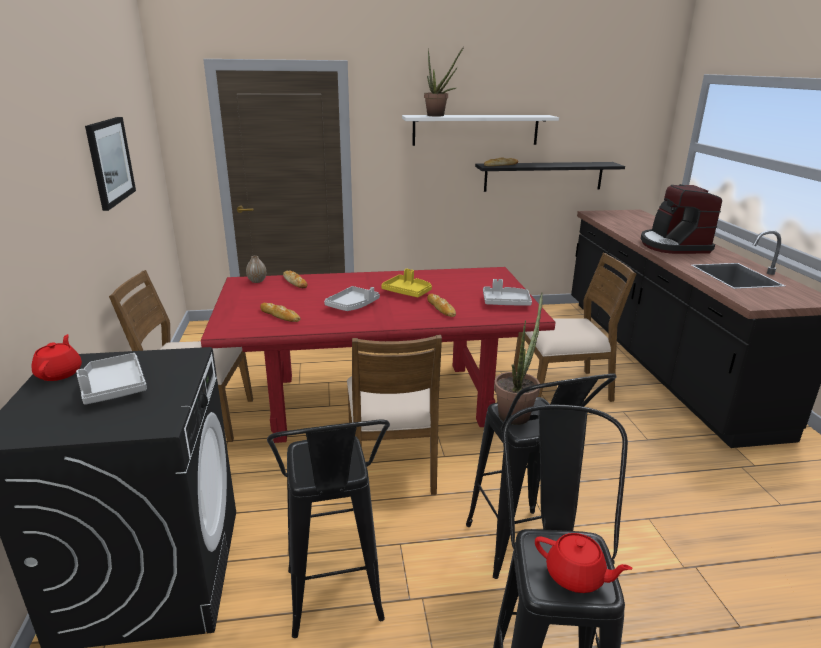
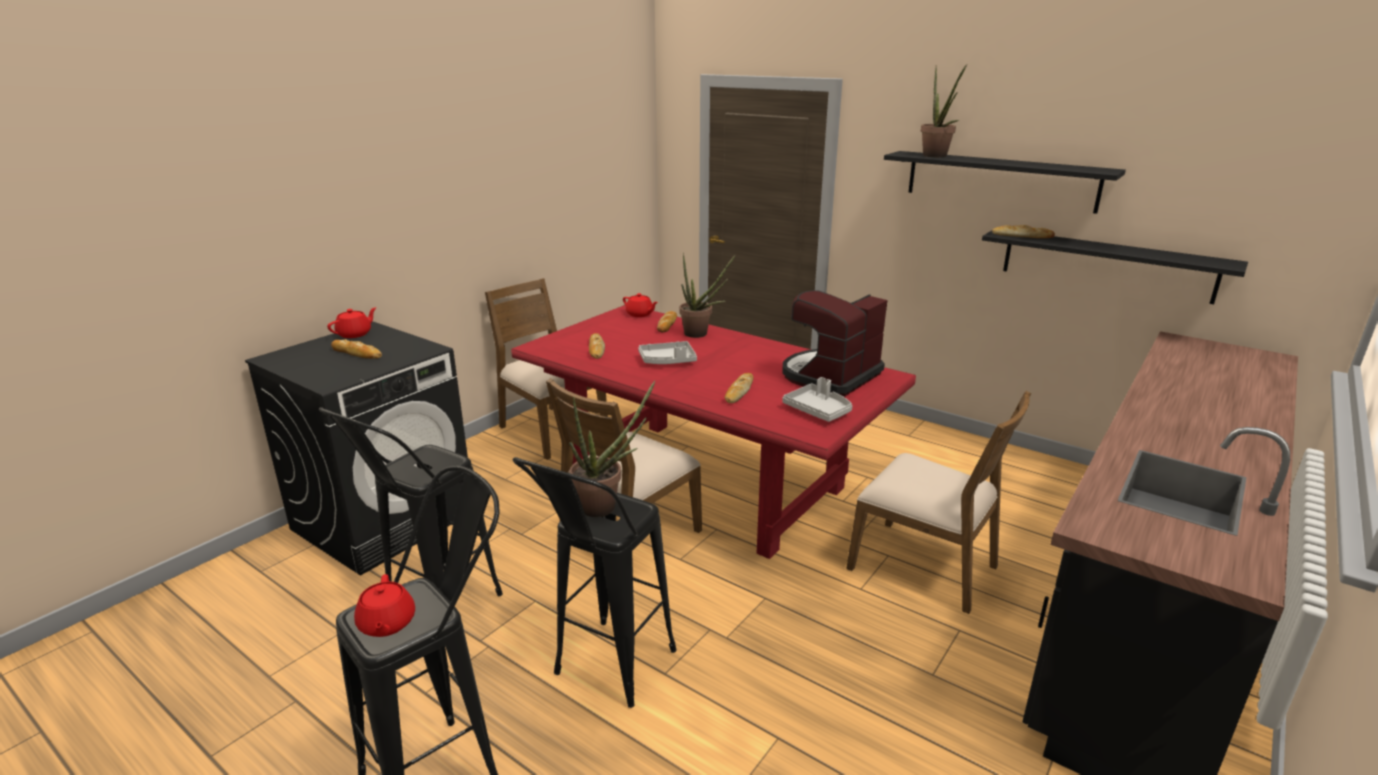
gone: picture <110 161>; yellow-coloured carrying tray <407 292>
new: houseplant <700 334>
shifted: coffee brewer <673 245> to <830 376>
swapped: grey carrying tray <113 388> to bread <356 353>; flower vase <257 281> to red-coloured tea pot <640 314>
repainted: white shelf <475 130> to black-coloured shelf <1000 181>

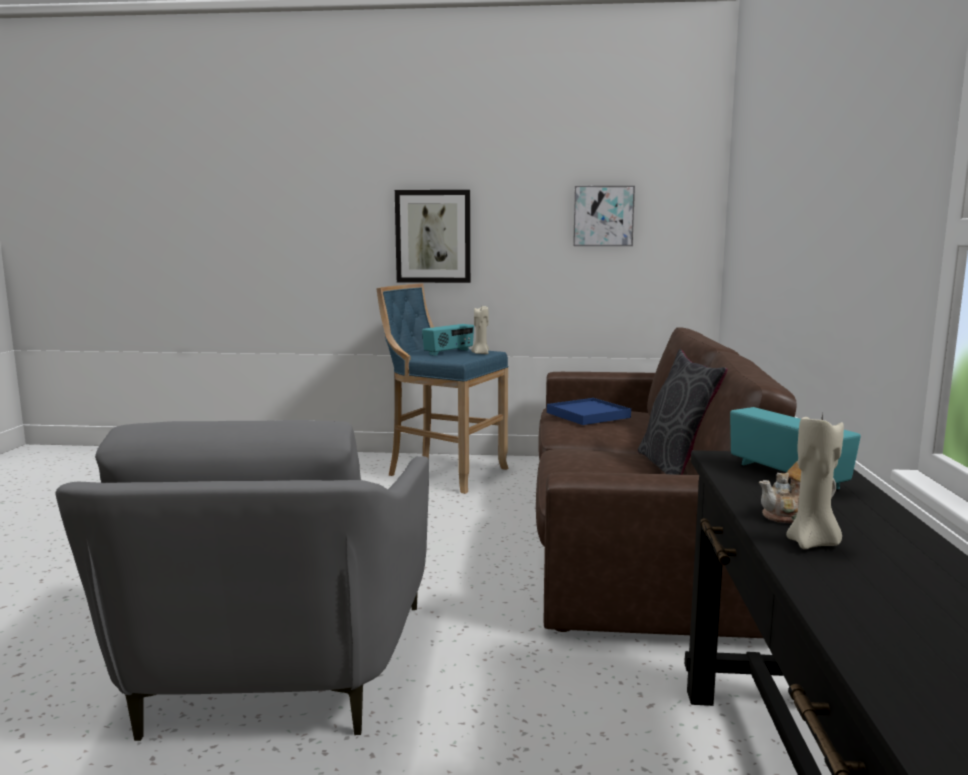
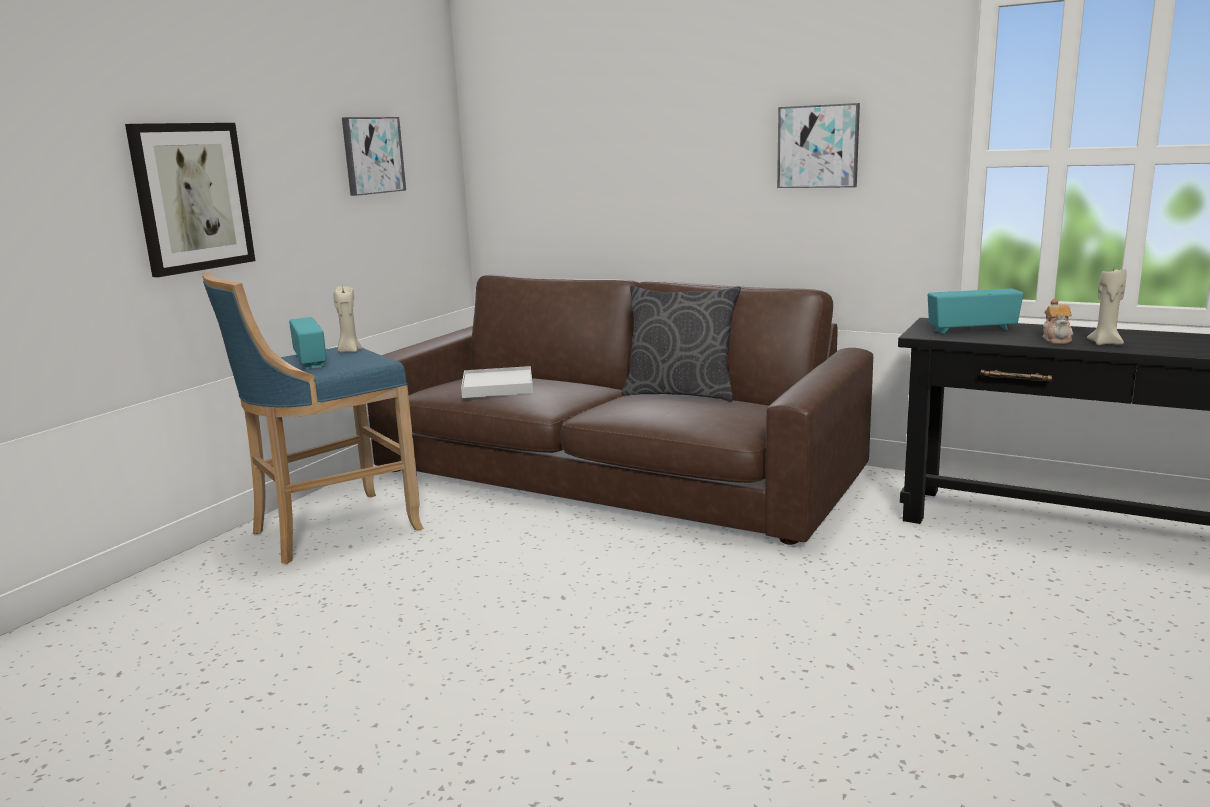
gone: grey armchair <274 671>
new: picture <818 146>
repainted: blue-coloured carrying tray <588 415> to white carrying tray <497 386>

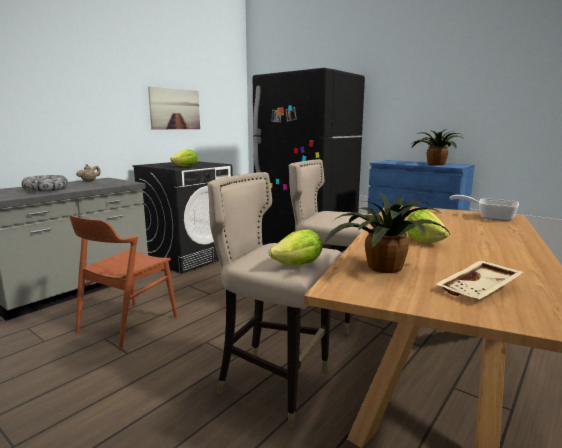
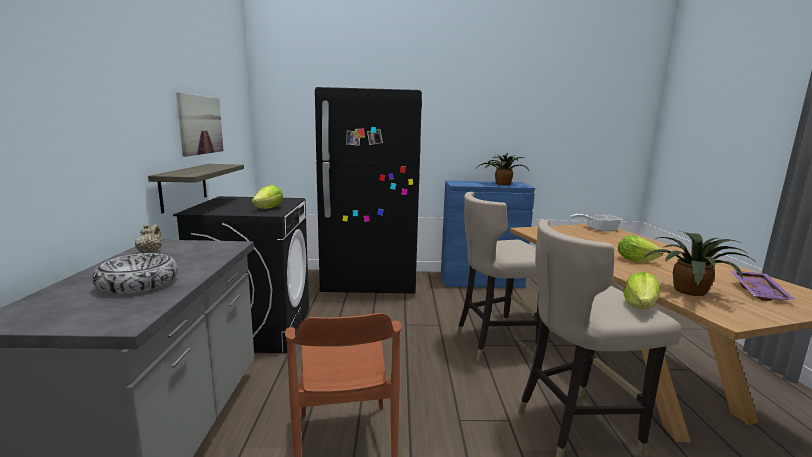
new: shelf <183 186>
repainted: sand-coloured carrying tray <480 290> to purplish carrying tray <760 292>

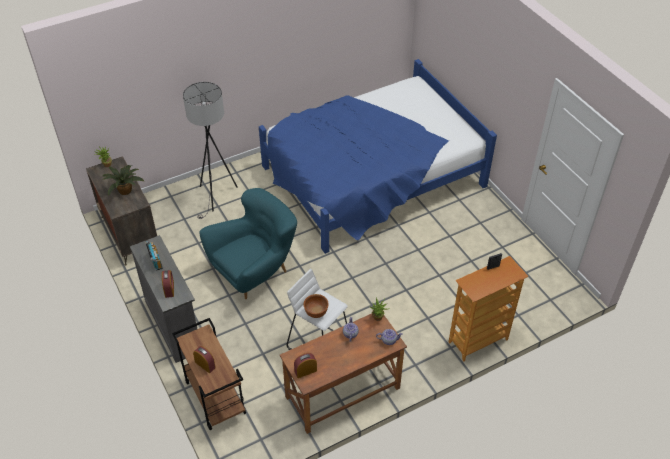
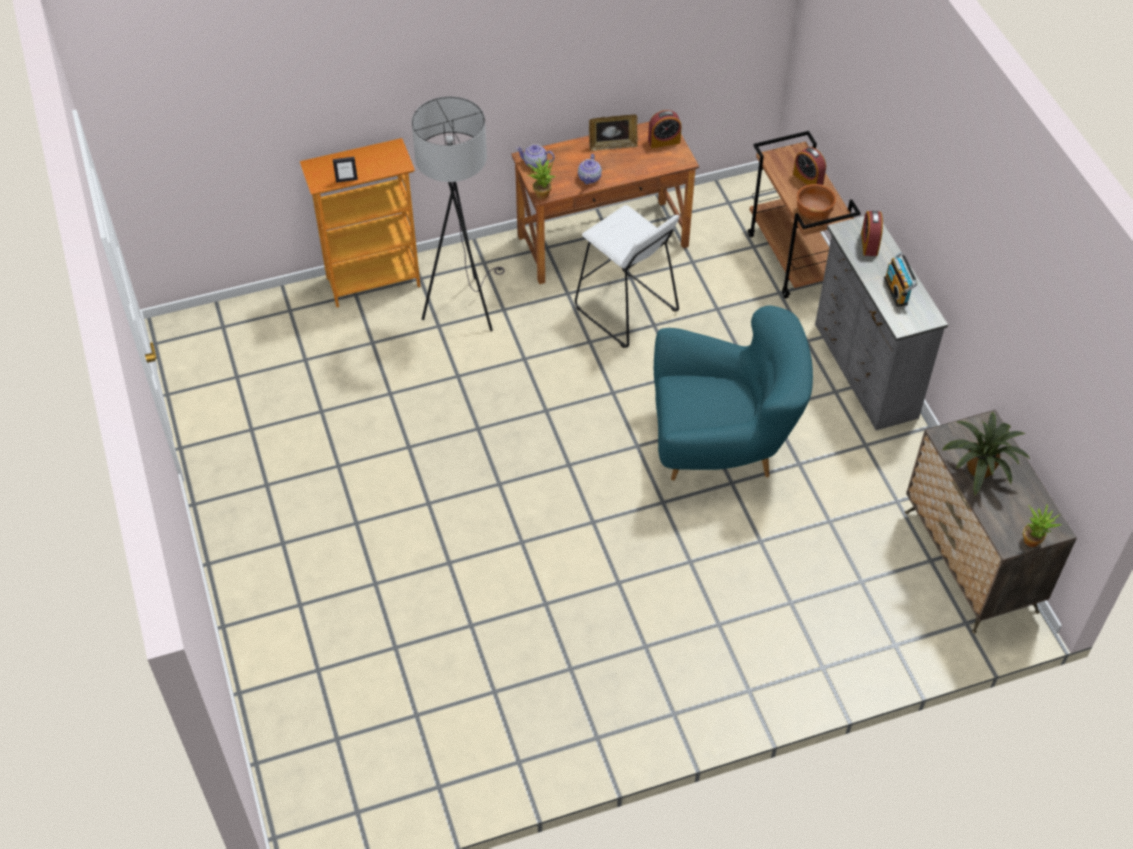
gone: blue-coloured bedroom bed <372 177>
new: photo frame <612 145>
shifted: grey floor lamp <216 197> to <464 304>; brownish bowl <316 313> to <813 213>
rotated: turquoise armchair <255 271> = <721 446> 150 degrees counterclockwise

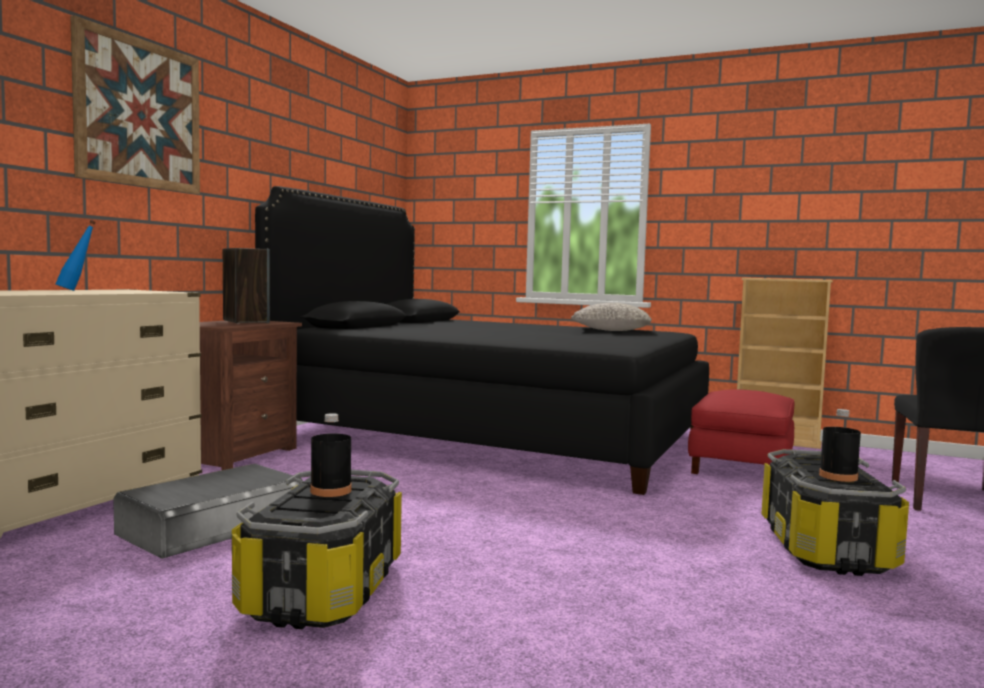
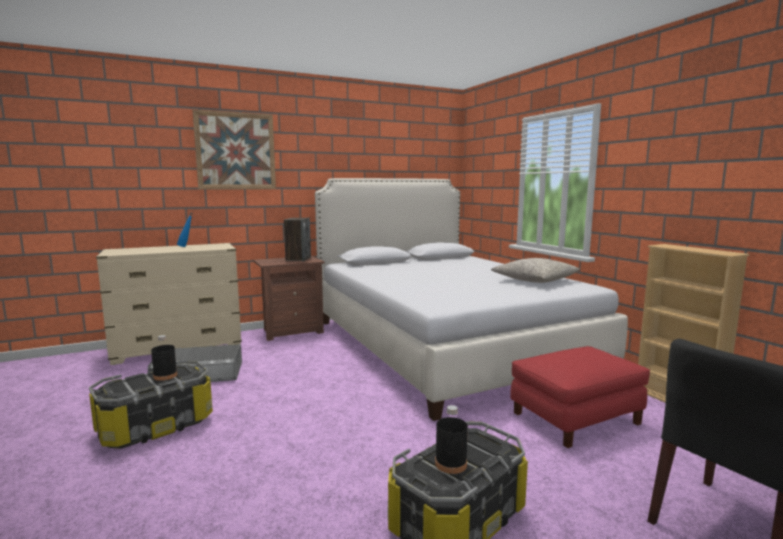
repainted: black-coloured bedroom bed <491 435> to white bedroom bed <445 344>

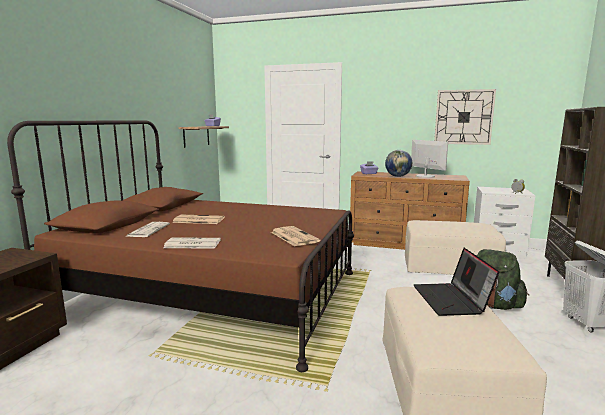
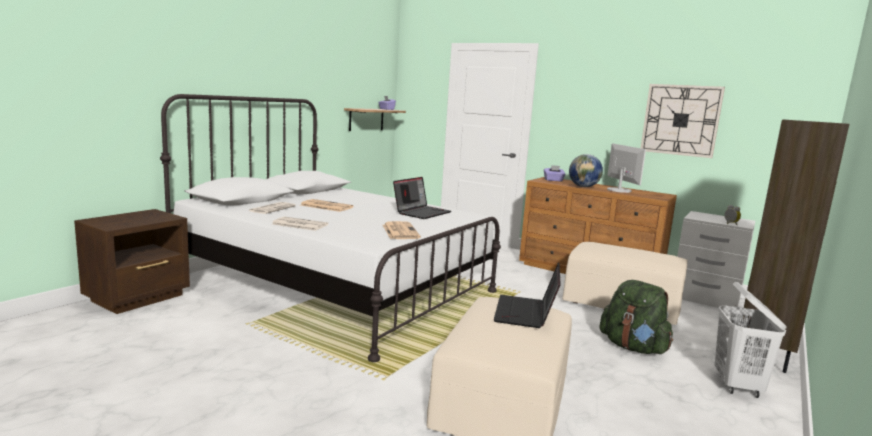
new: notebook computer <422 212>
repainted: brownish bedroom bed <213 293> to white bedroom bed <335 286>

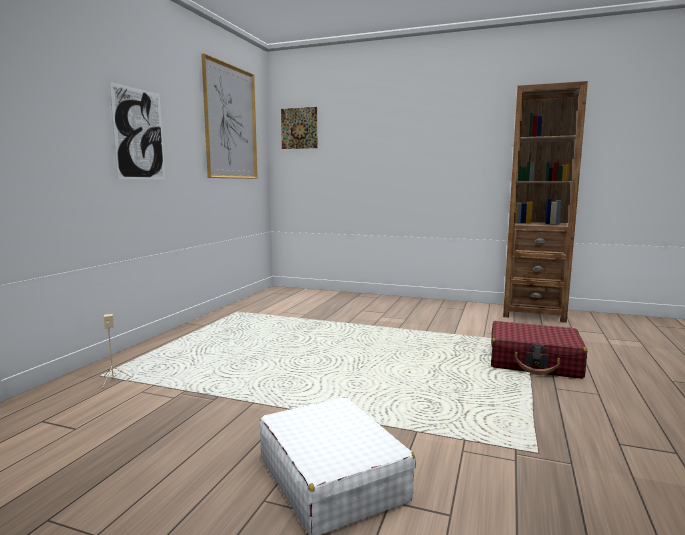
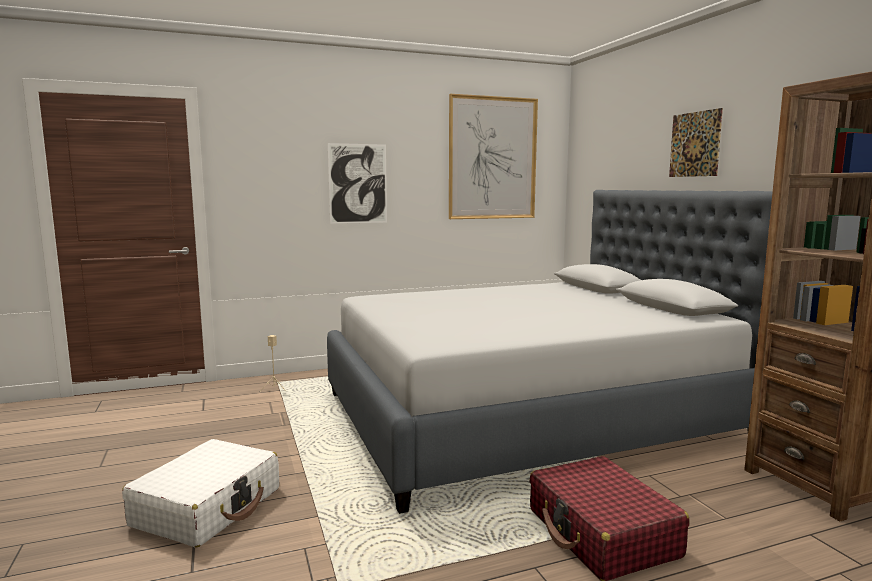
new: grey bedroom bed <525 415>
shifted: picture <299 128> to <695 144>

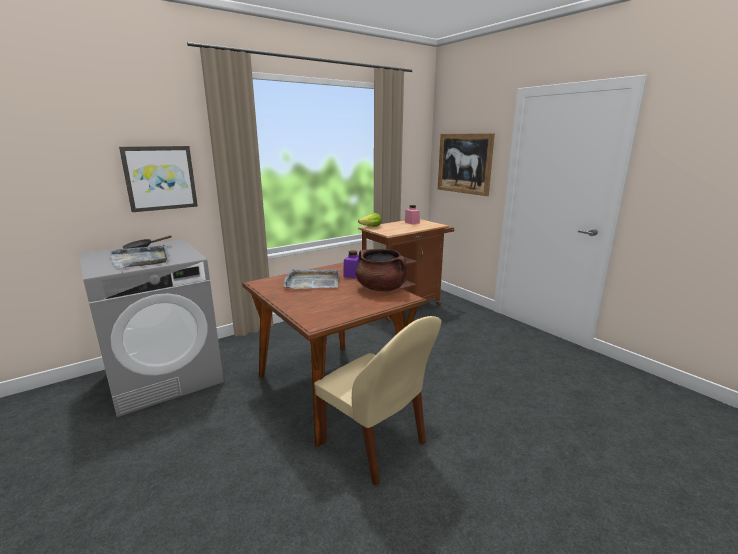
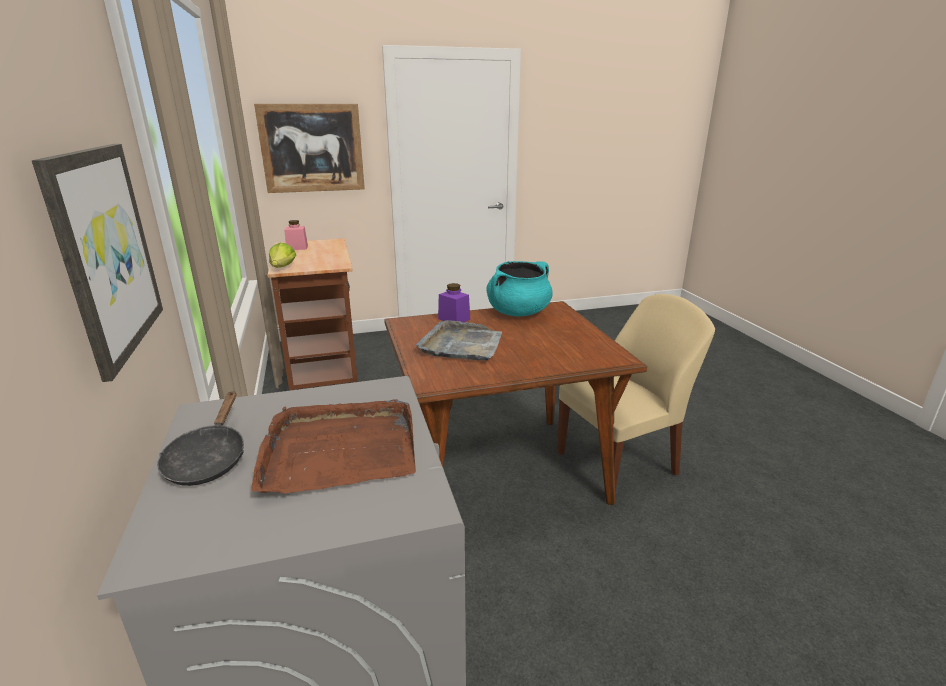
repainted: grey carrying tray <141 259> to brownish carrying tray <339 449>; brownish stockpot <381 288> to turquoise stockpot <518 312>

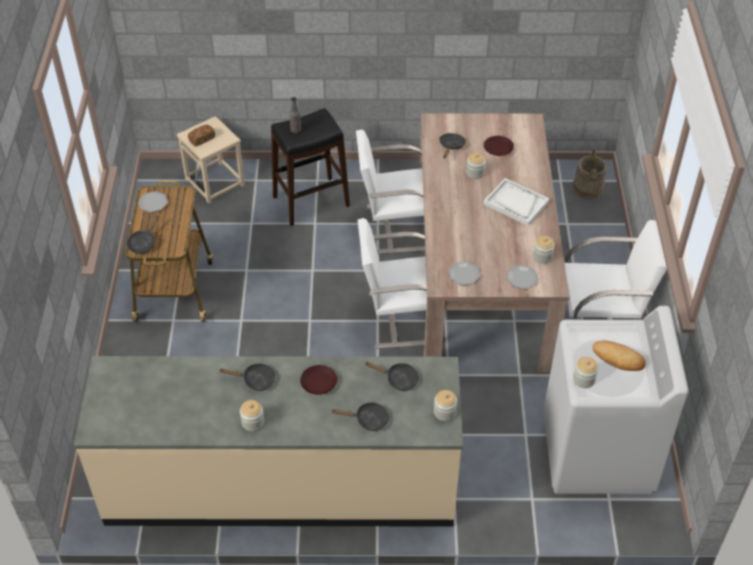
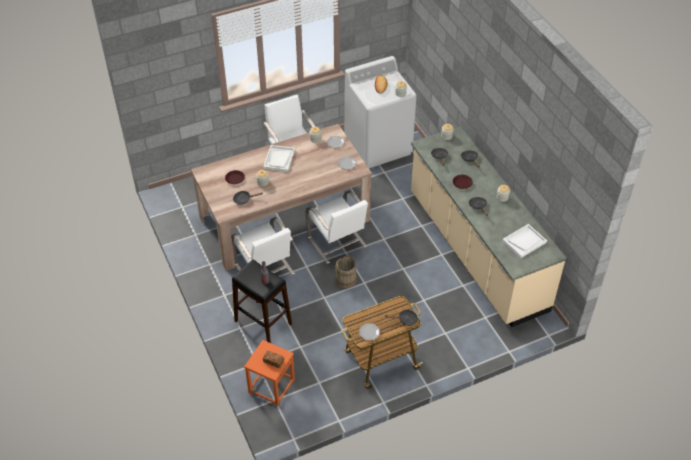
new: white carrying tray <524 241>
shifted: sand-coloured bucket <587 188> to <345 279>
repainted: sand-coloured sitting stool <215 182> to orangey sitting stool <271 386>

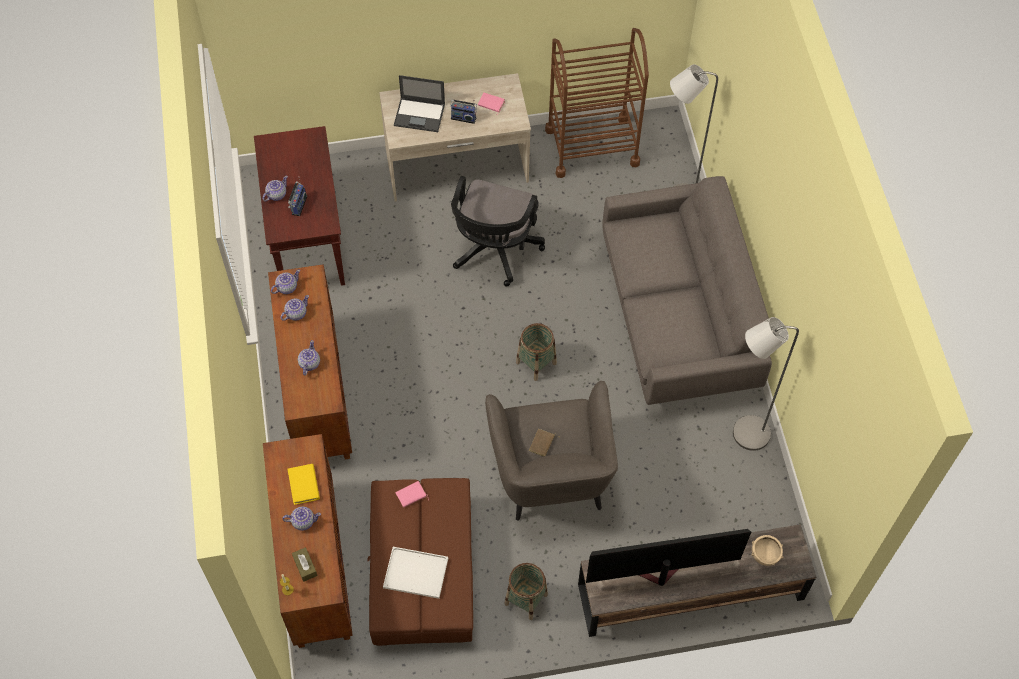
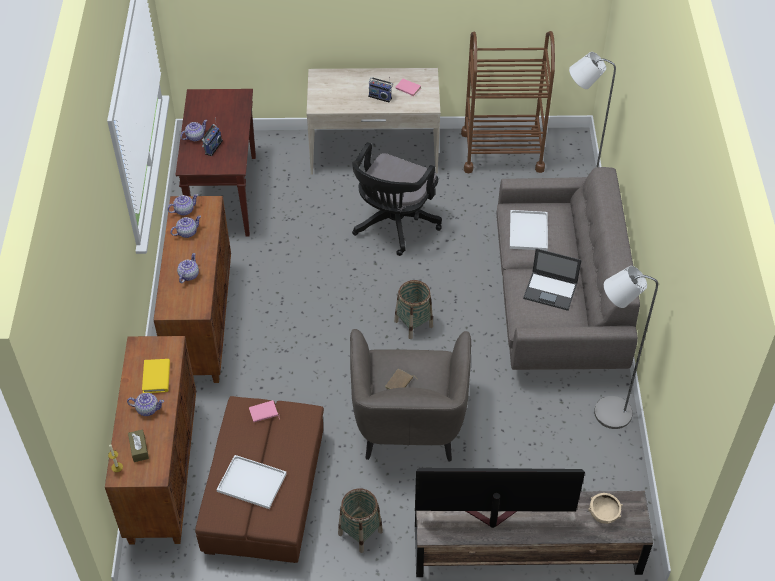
new: white carrying tray <528 230>
shifted: notebook computer <420 115> to <551 291>

